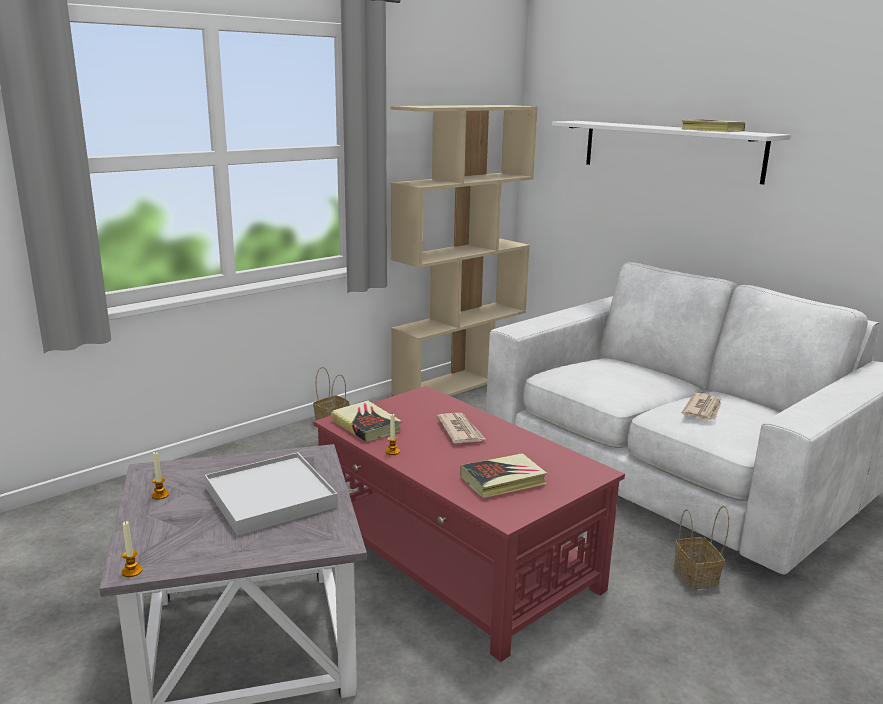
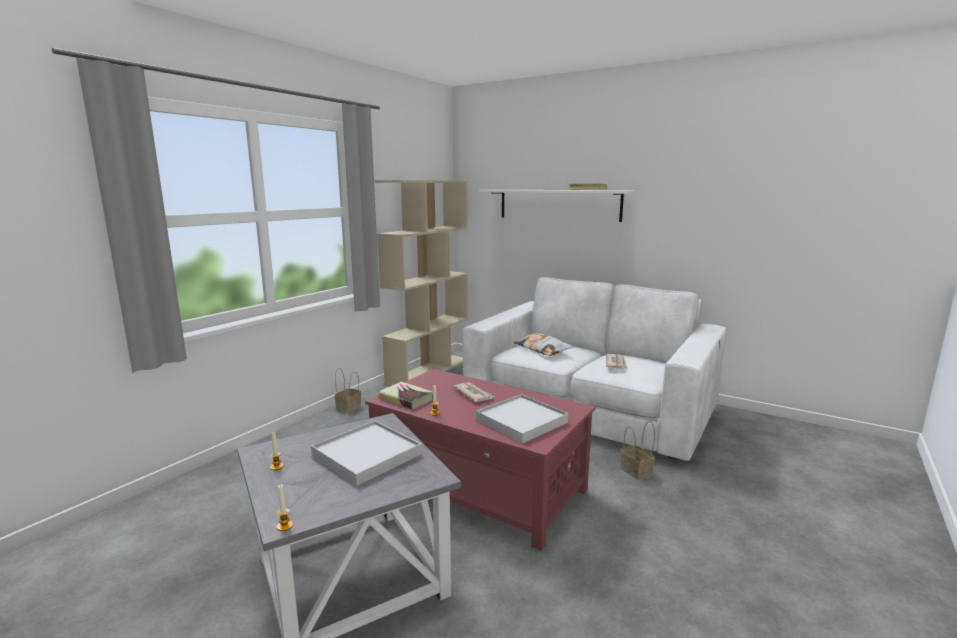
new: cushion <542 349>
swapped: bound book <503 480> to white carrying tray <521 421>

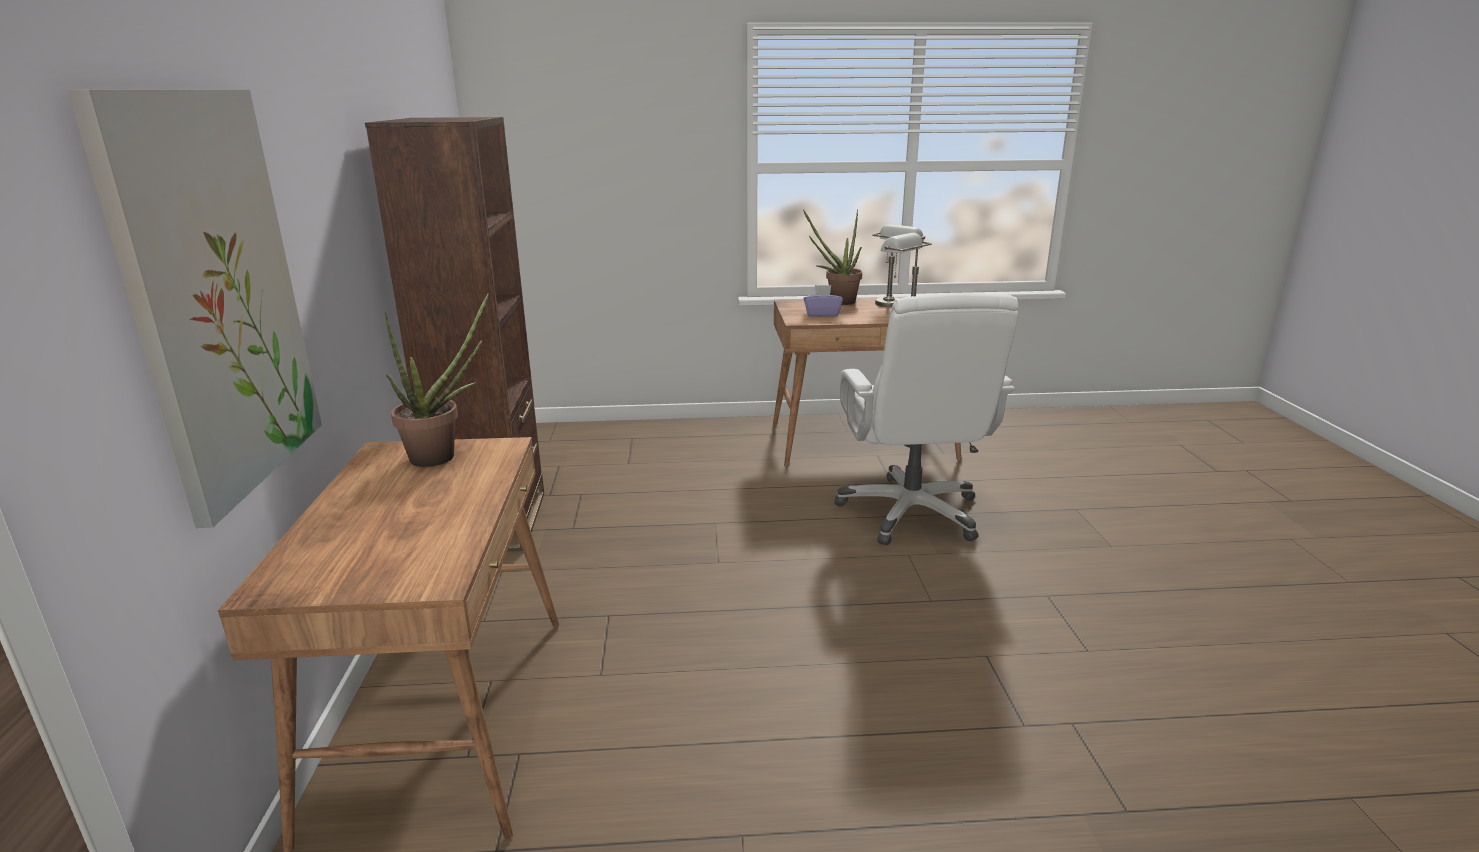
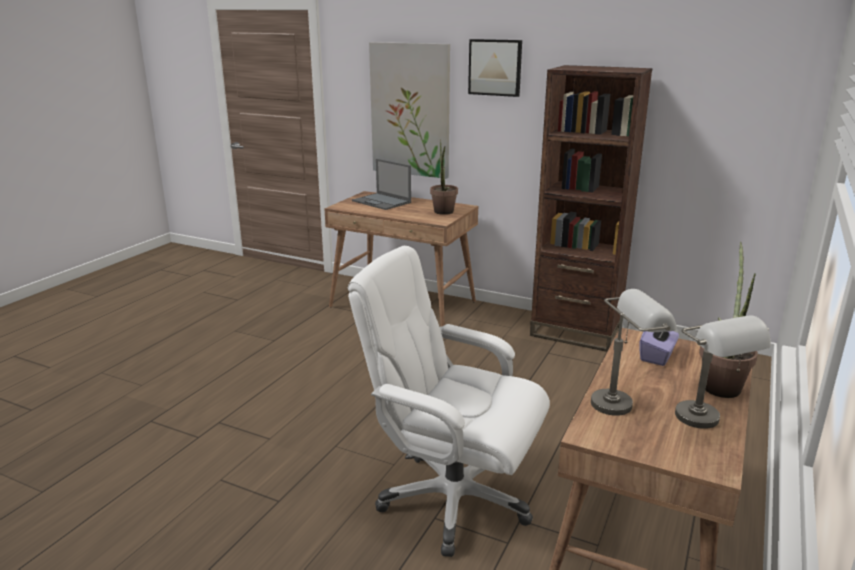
new: notebook computer <382 202>; picture <495 67>

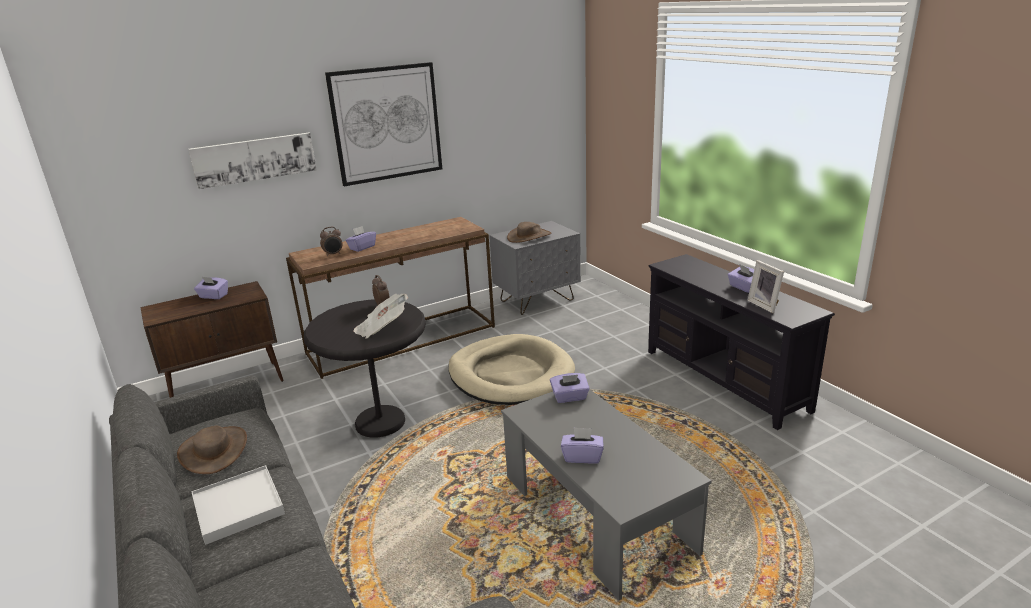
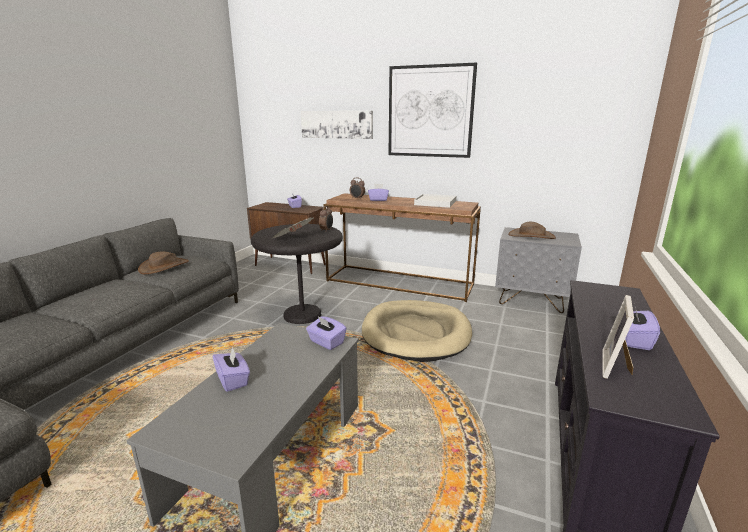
shifted: white carrying tray <239 507> to <435 203>

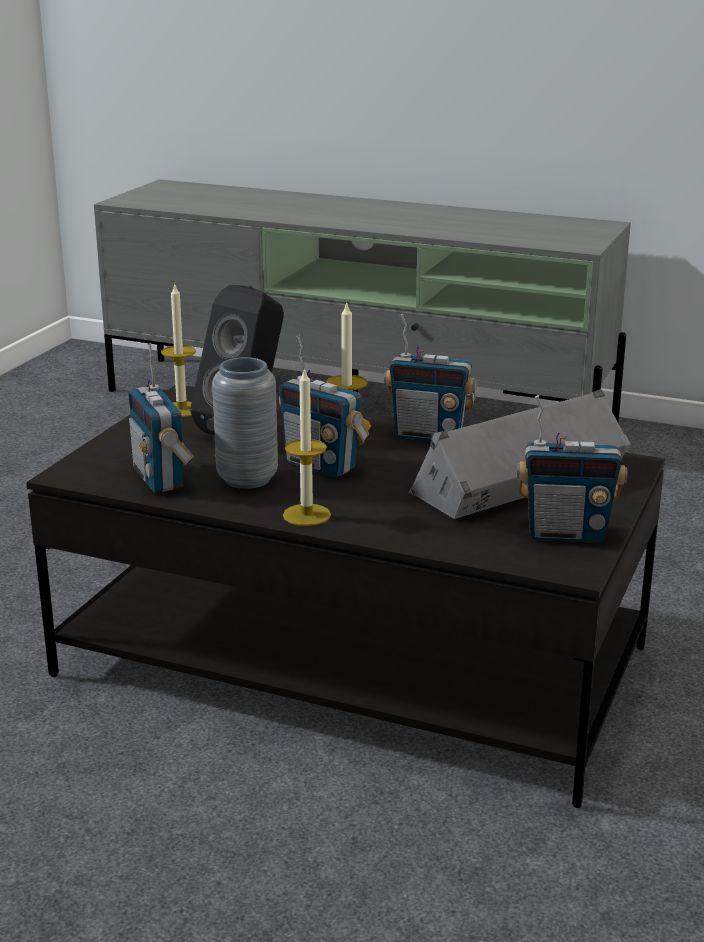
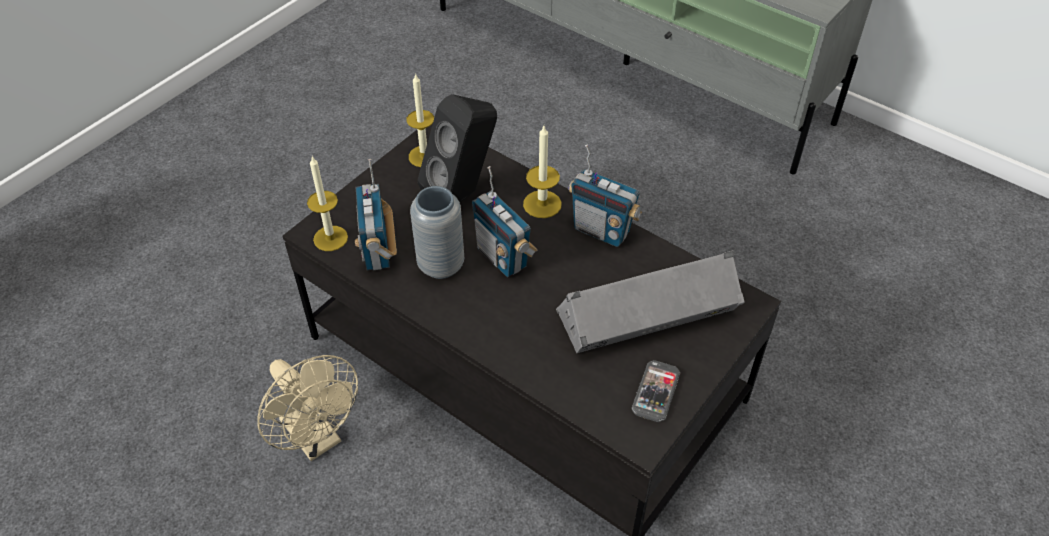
new: sand-coloured fan <317 439>
shifted: wax candle <306 515> to <330 238>
swapped: radio receiver <566 534> to telephone <655 392>

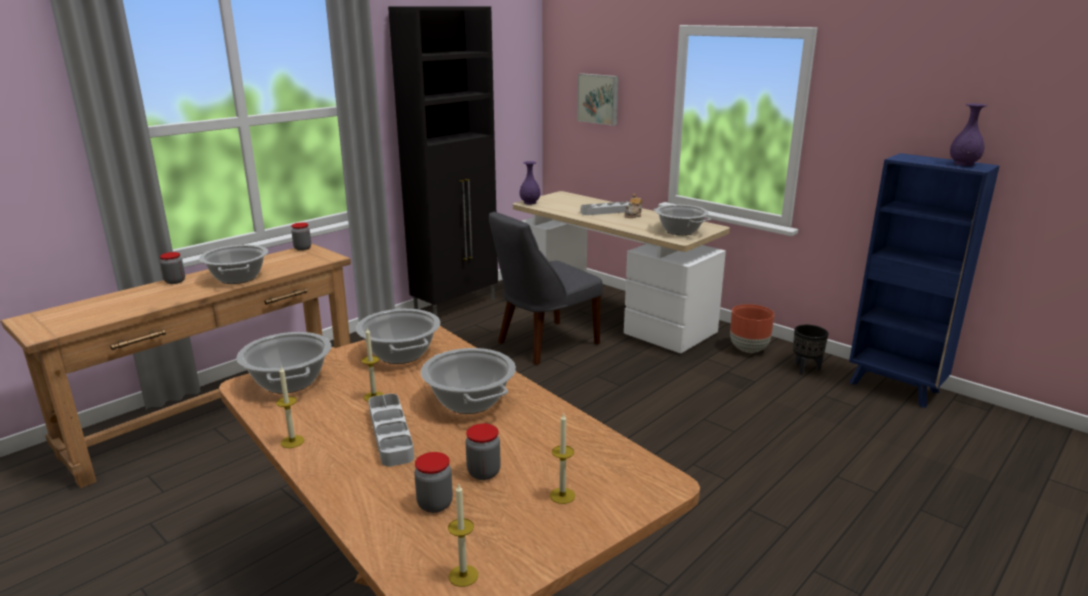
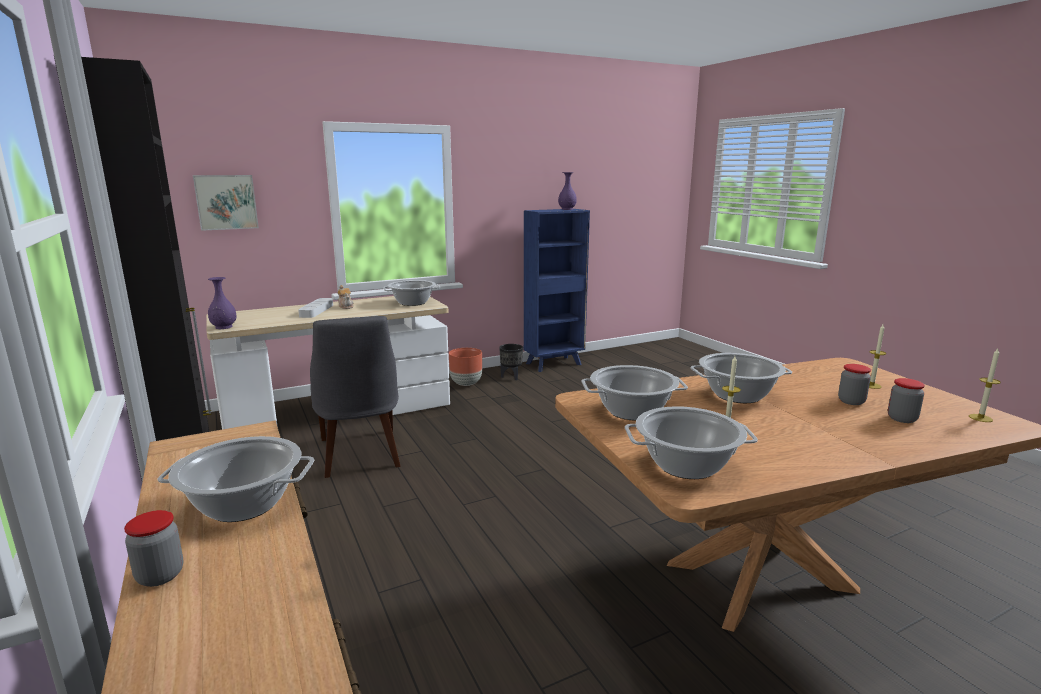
gone: wax candle <292 441>; preserve jar <302 248>; grey carrying tray <390 434>

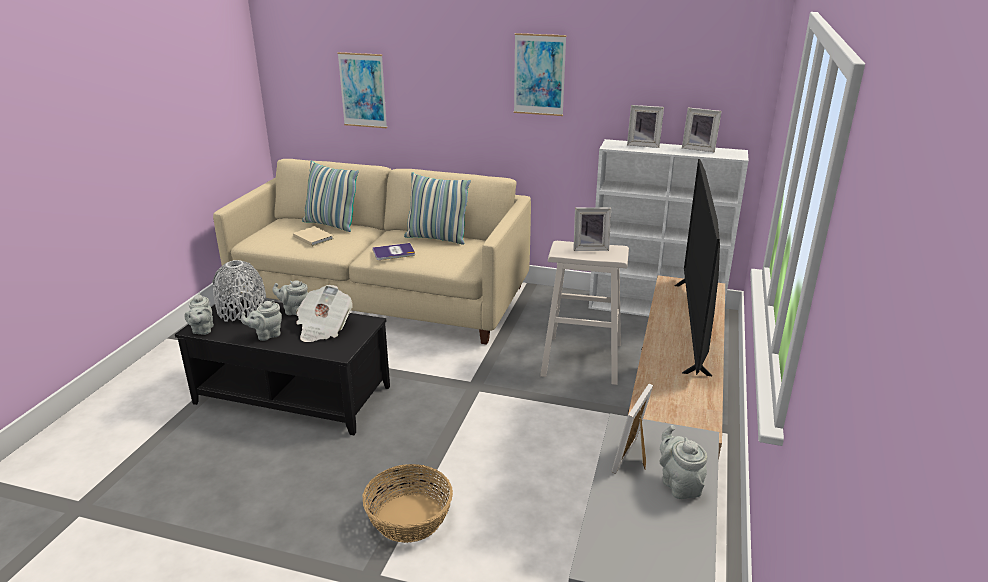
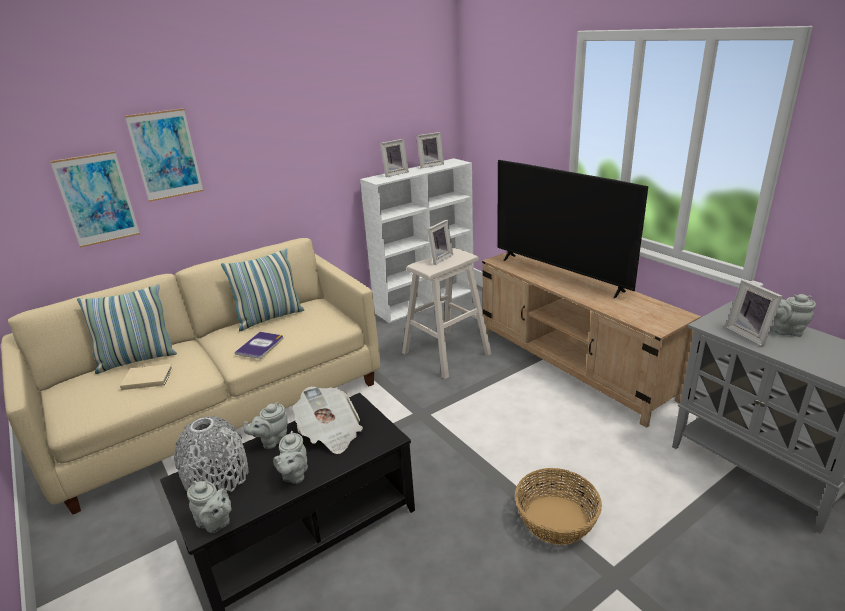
shifted: picture <539 75> to <166 155>

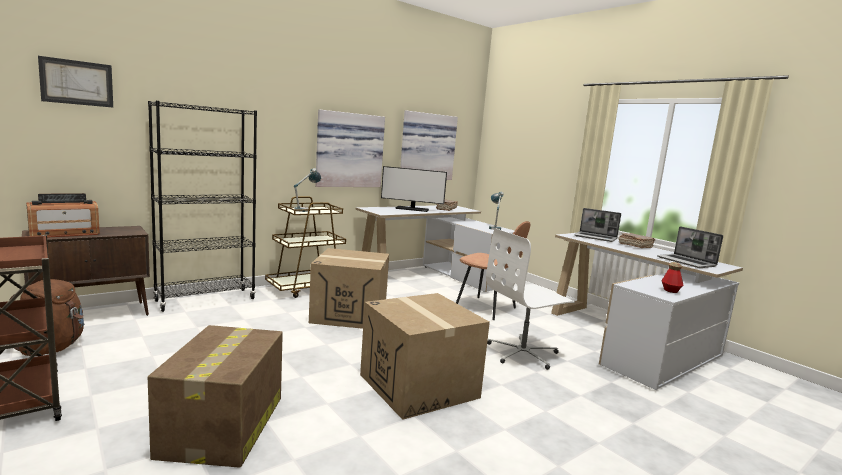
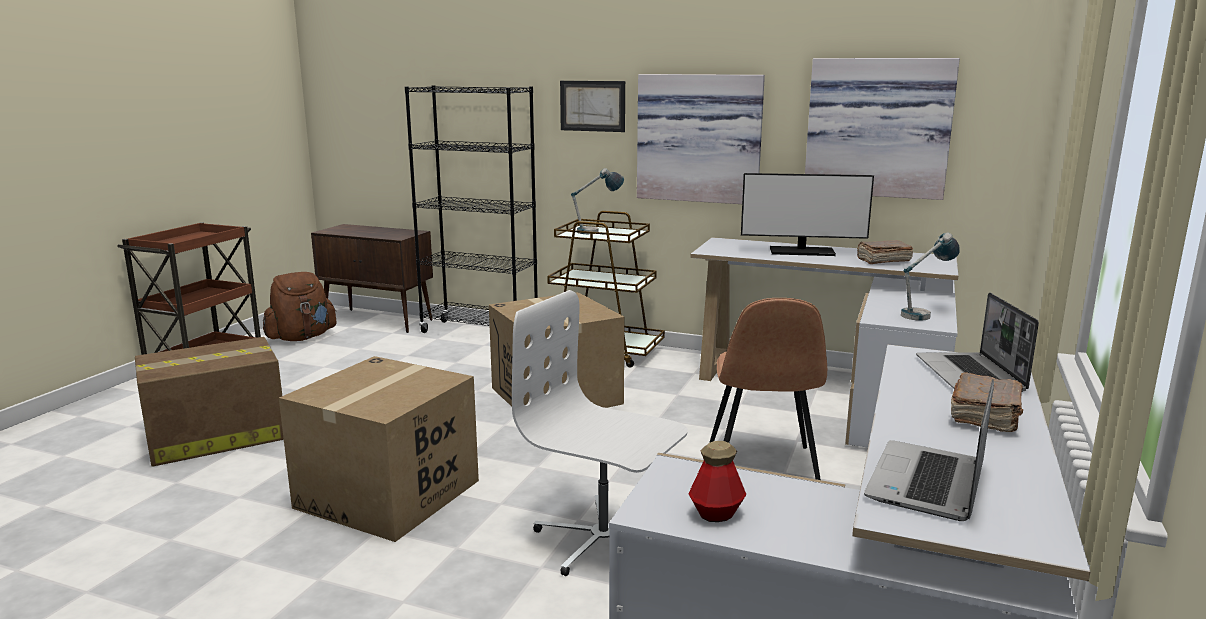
gone: radio receiver <64 233>
shifted: picture <77 82> to <592 106>
rotated: computer display <412 209> = <802 252> 60 degrees counterclockwise

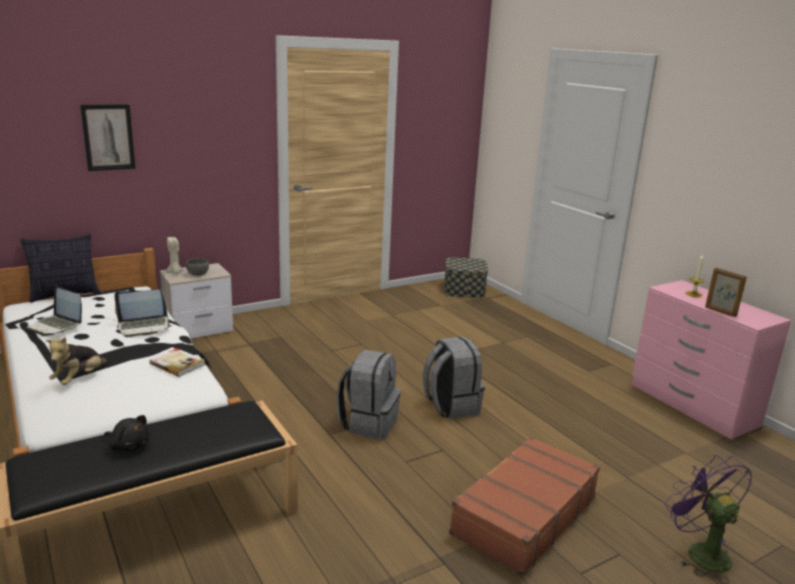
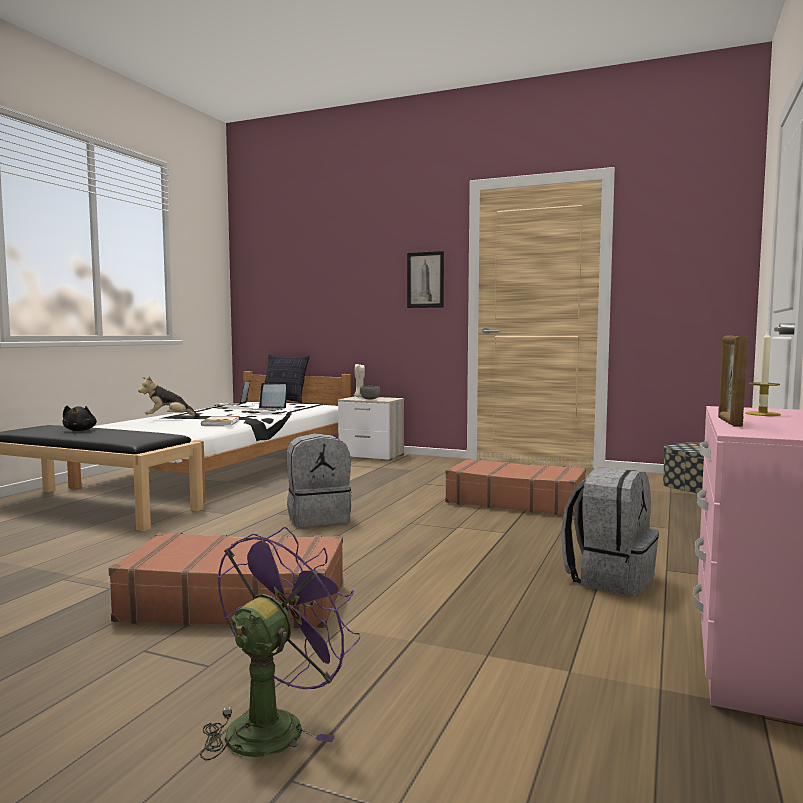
new: brownish travel case <515 501>
shifted: picture <108 137> to <425 280>; grey backpack <450 406> to <609 578>

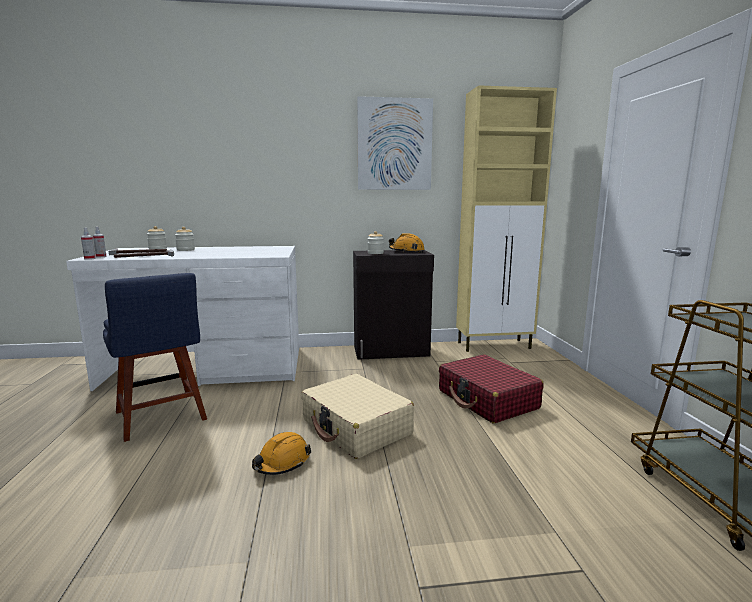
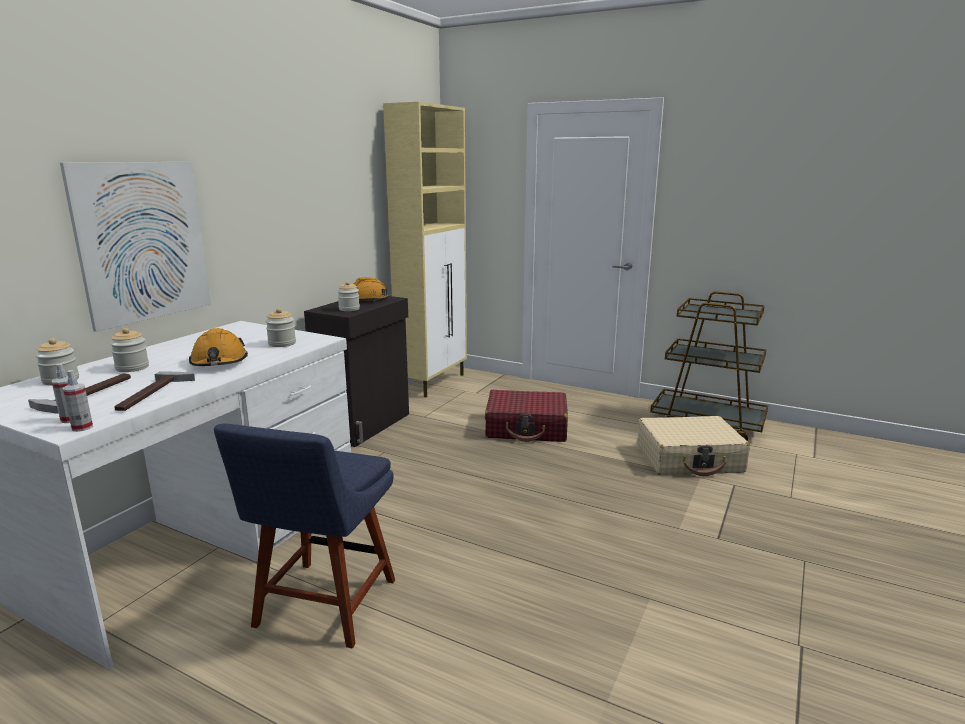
new: preserve jar <282 343>
shifted: picture <394 144> to <143 242>; orangey safety helmet <282 463> to <219 362>; sand-coloured travel case <356 427> to <689 459>
rotated: blue-coloured chair <161 417> = <322 607> 105 degrees clockwise

